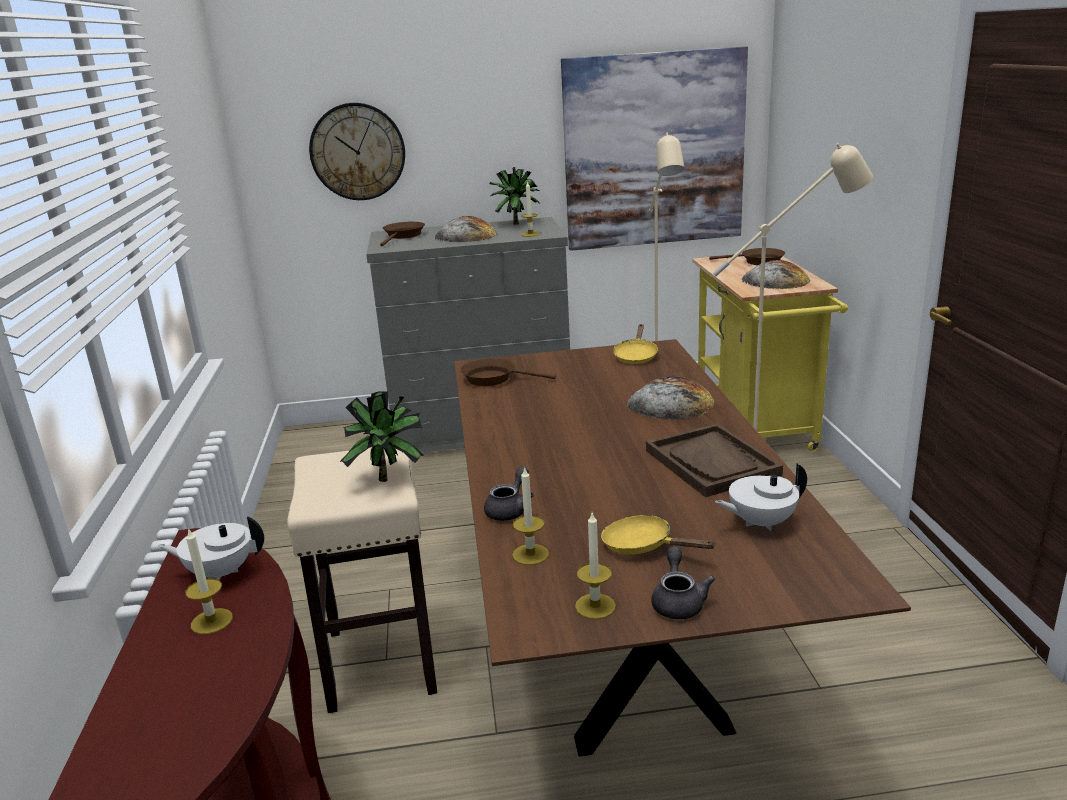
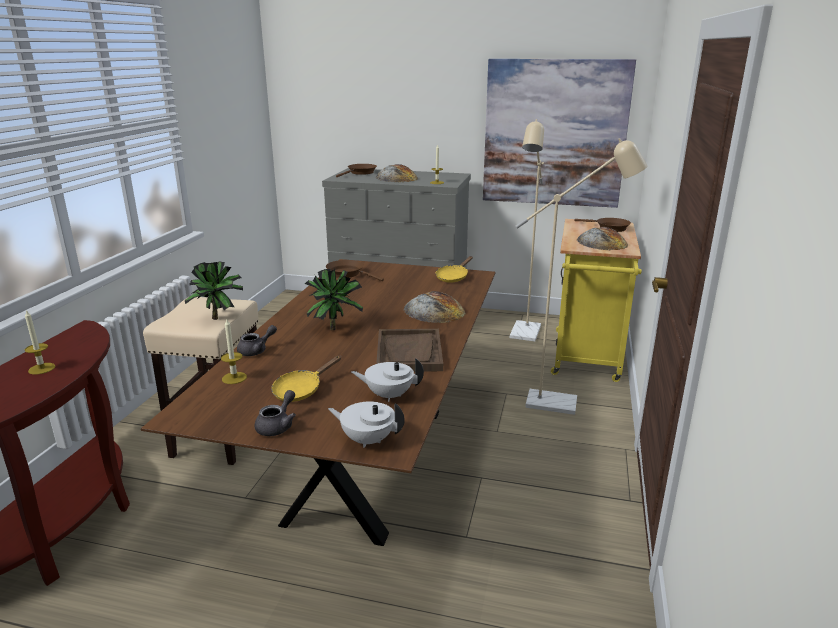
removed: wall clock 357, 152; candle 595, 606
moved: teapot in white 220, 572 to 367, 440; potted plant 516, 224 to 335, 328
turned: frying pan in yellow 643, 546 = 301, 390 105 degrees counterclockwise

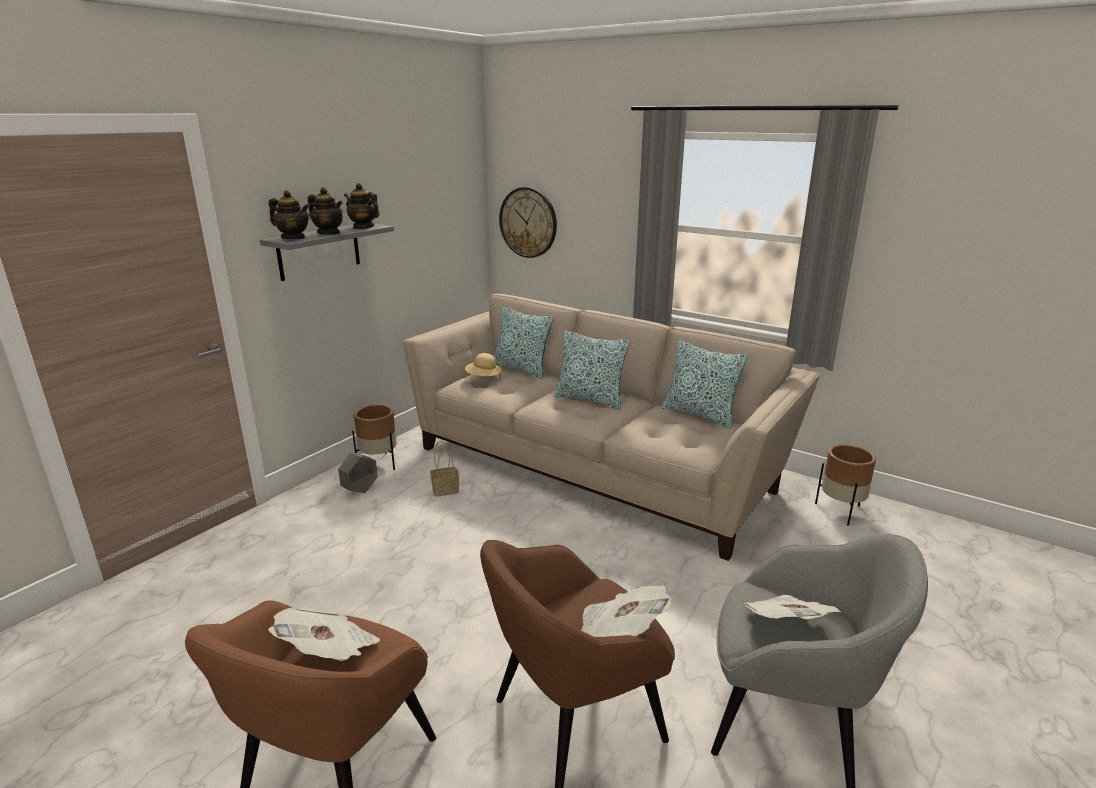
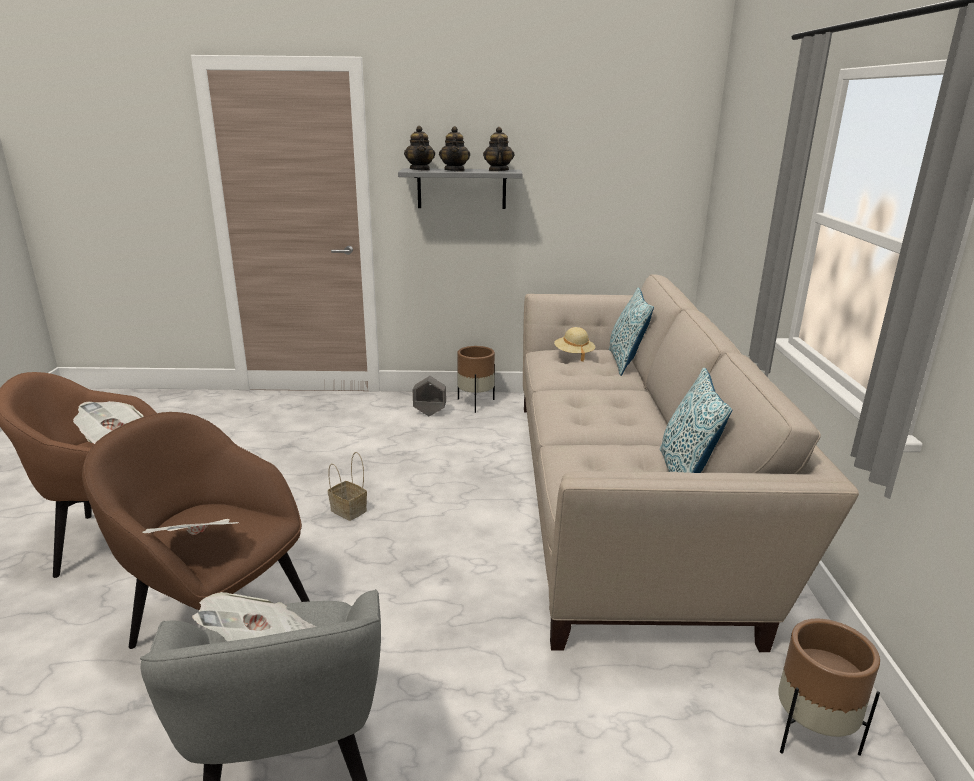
removed: wall clock 528, 222; pillow 590, 399
moved: basket 446, 489 to 350, 511

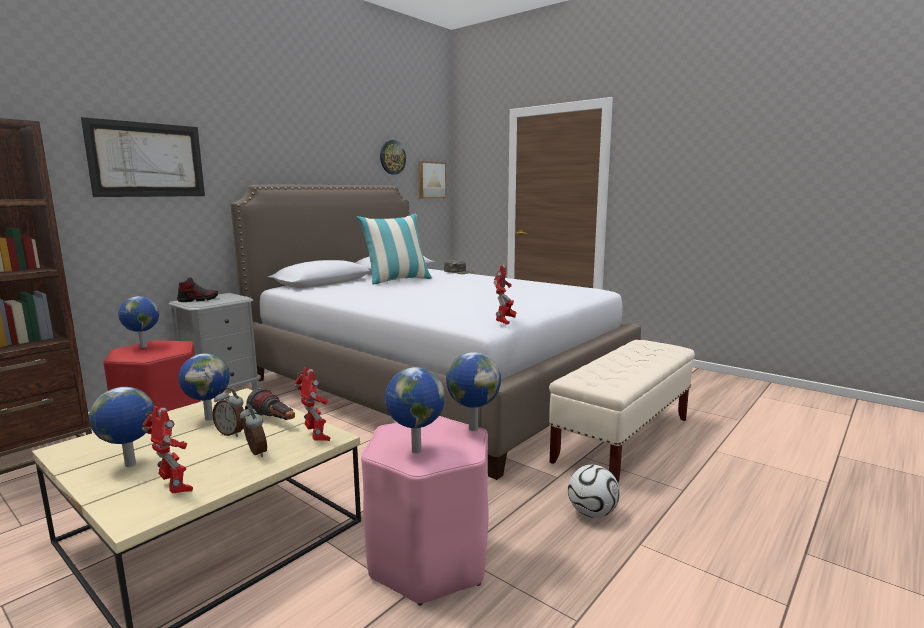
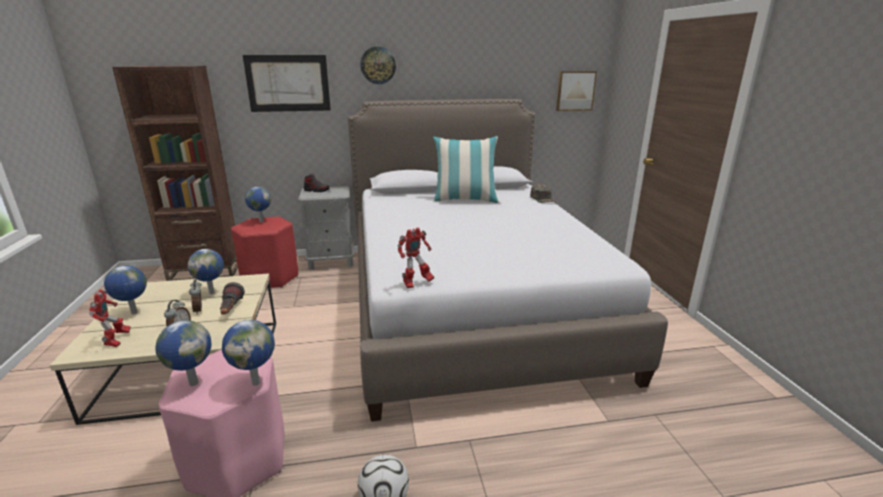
removed: toy robot 317, 438; bench in beige 623, 440
moved: wall clock 392, 157 to 378, 65

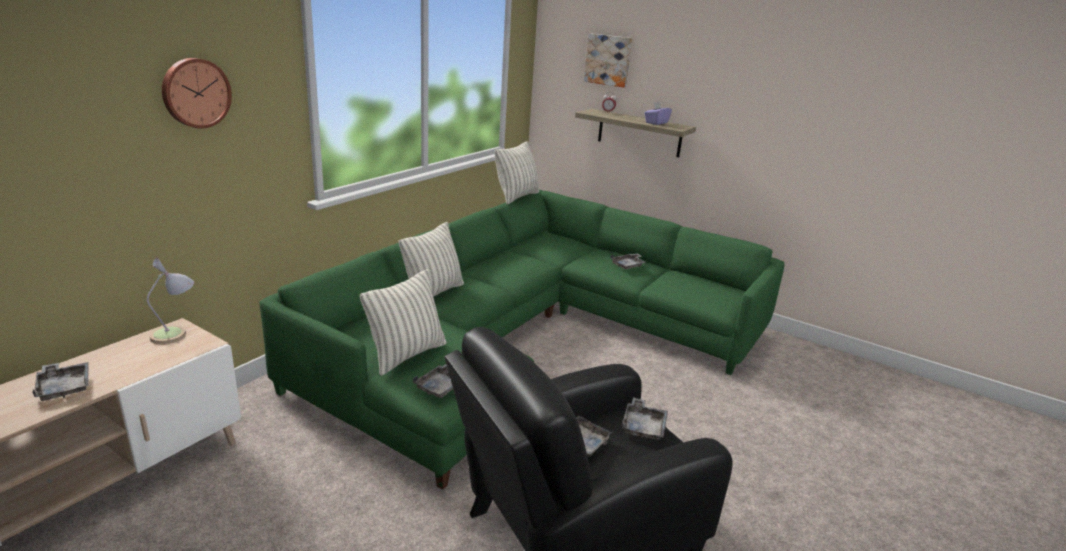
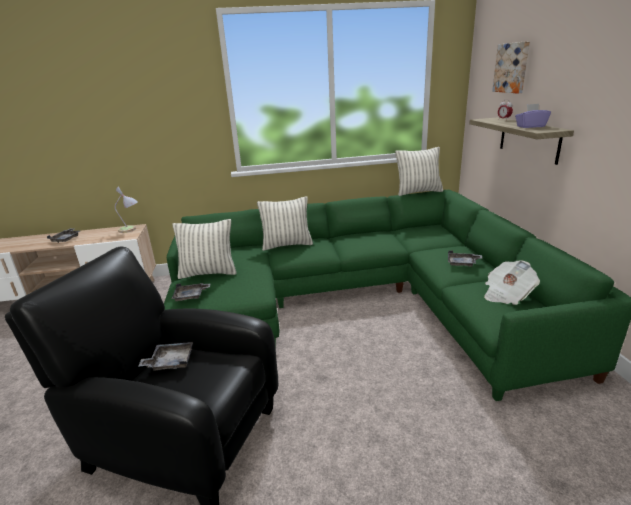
removed: wall clock 195, 93; tray in grey 643, 426
added: newspaper 507, 294

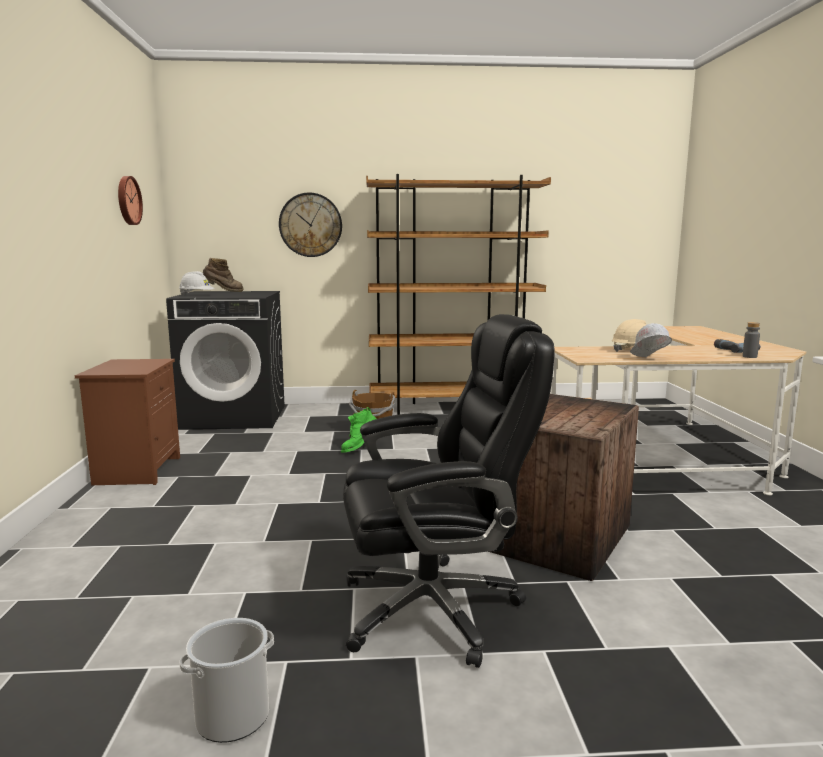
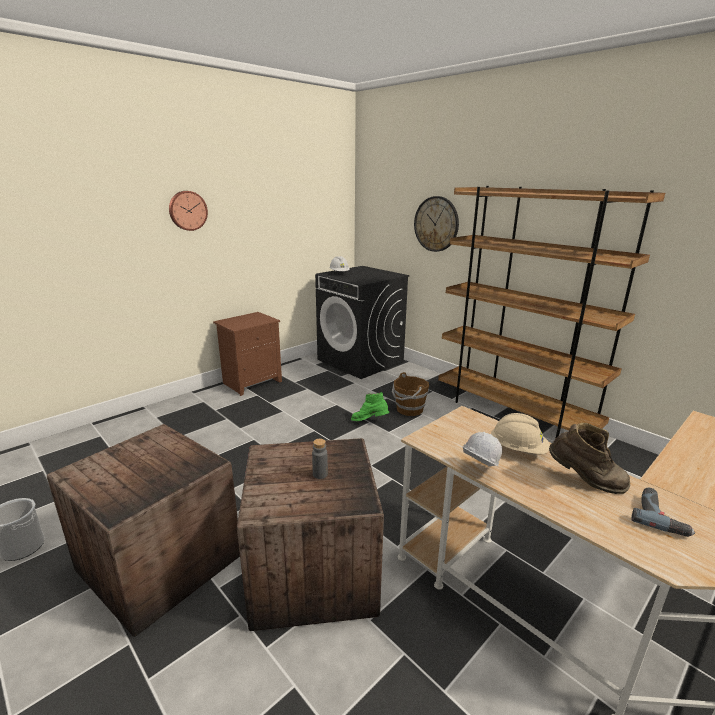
moved: wall clock 127, 200 to 187, 210; boot in brown 223, 292 to 585, 481; bottle in grey 749, 357 to 320, 474
replaced: office chair in black 434, 609 to crate 159, 565

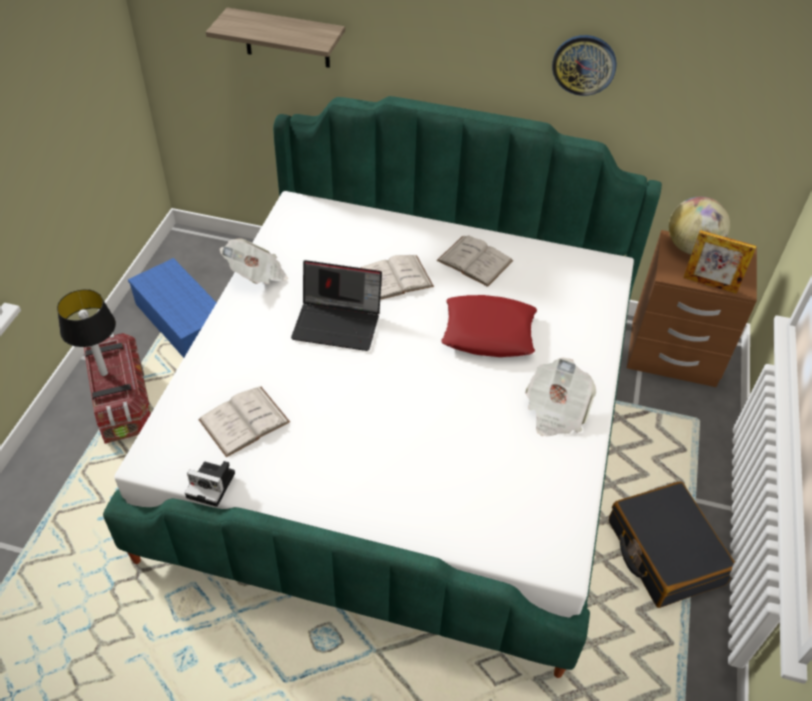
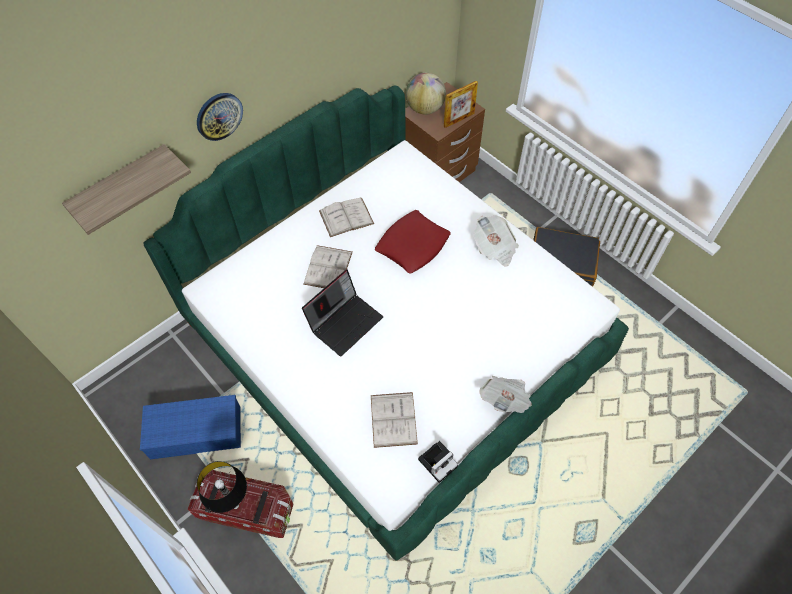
moved: newspaper 257, 275 to 505, 399; wall clock 584, 64 to 219, 116

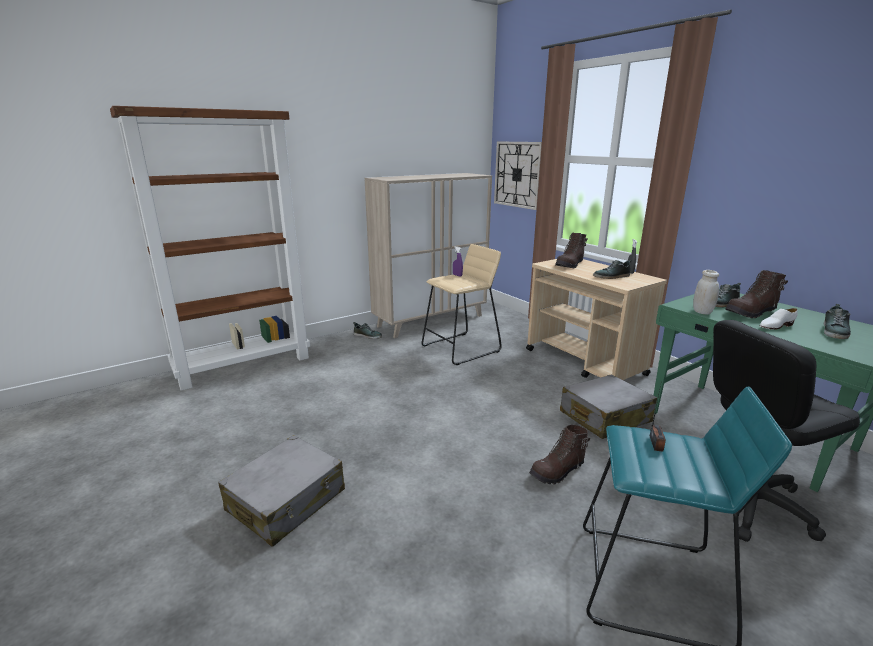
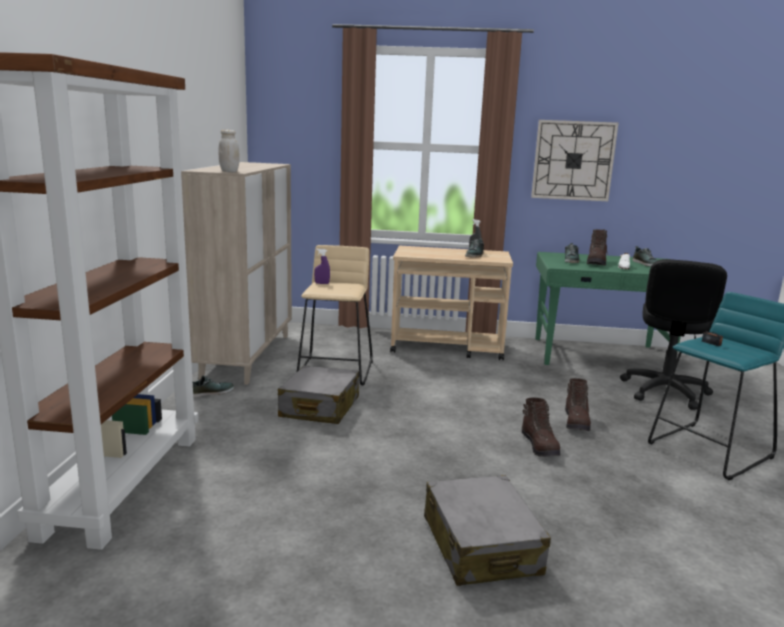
moved: wall clock 517, 174 to 573, 160; boot in brown 570, 265 to 540, 446; suitcase in grey 604, 417 to 319, 407; jar in white 702, 312 to 229, 171

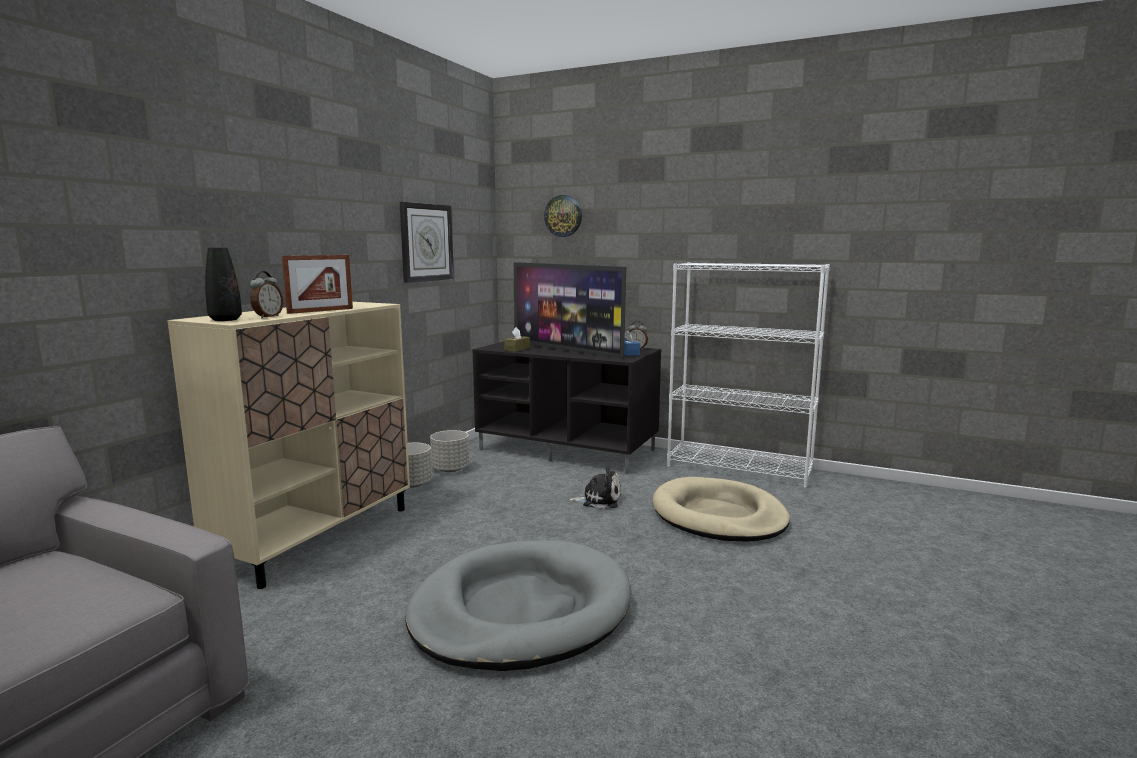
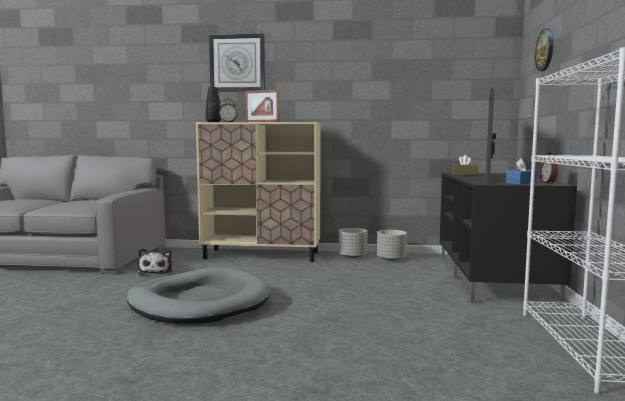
removed: dog bed in beige 718, 516
moved: wall clock 426, 242 to 237, 63; plush toy 599, 500 to 156, 271

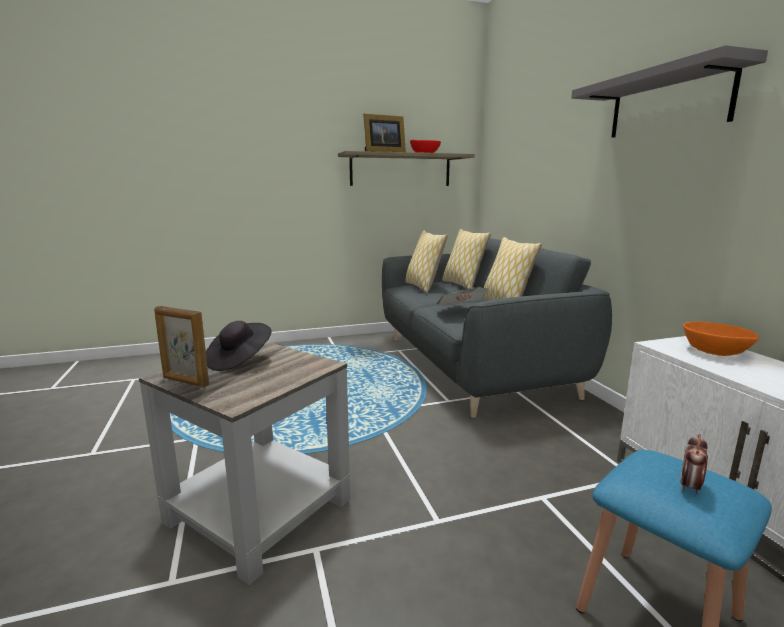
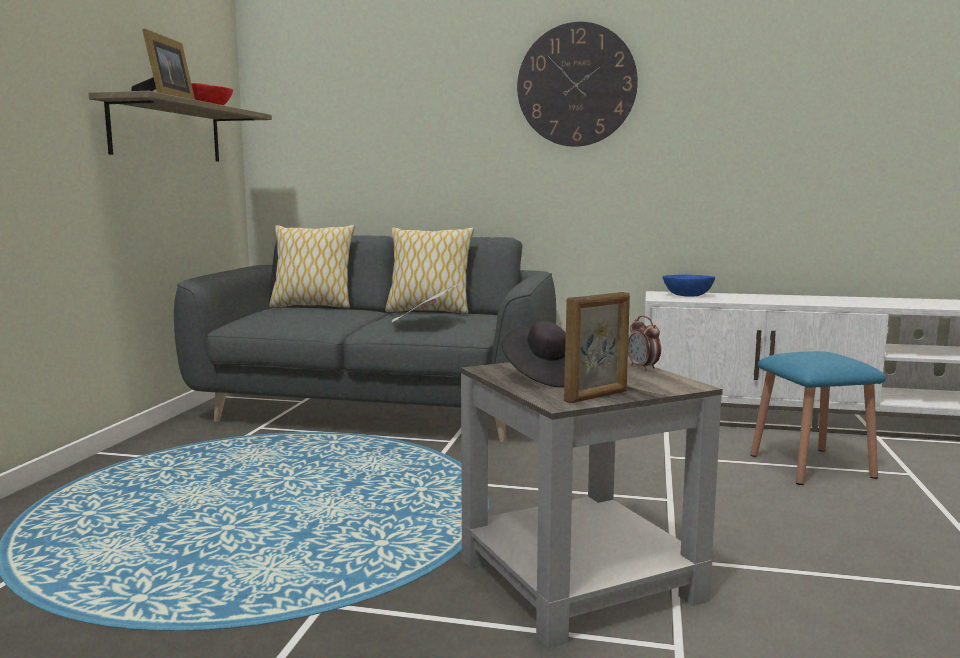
removed: pillow 423, 287
moved: alarm clock 690, 487 to 643, 368
replaced: shelf in grey 668, 103 to wall clock 576, 85
recoloured: bowl in orange 715, 351 to bowl in blue 687, 295

